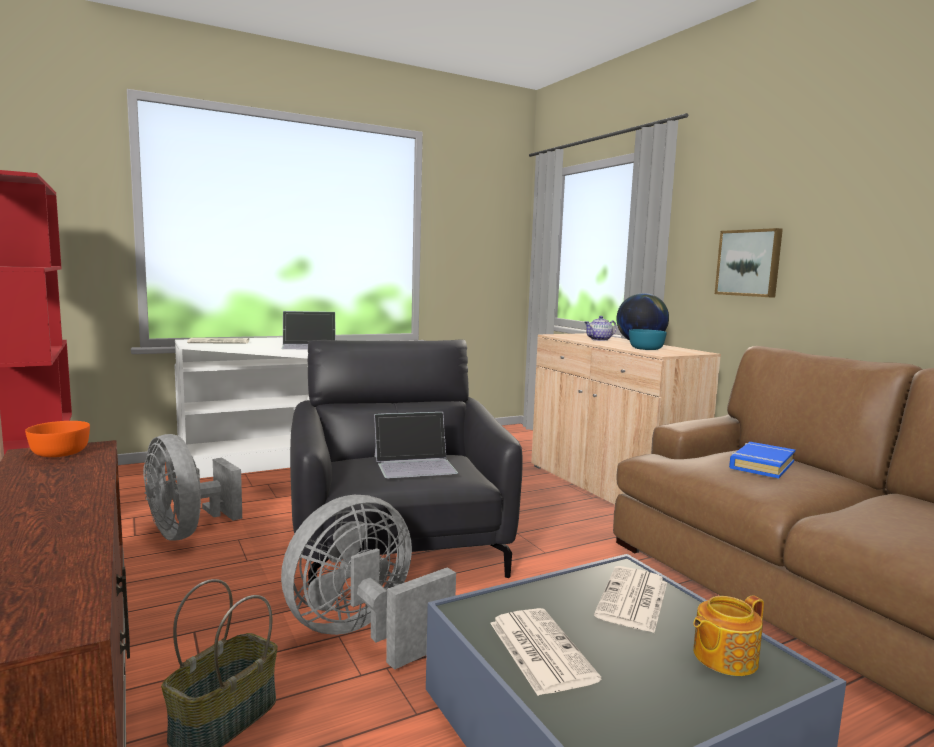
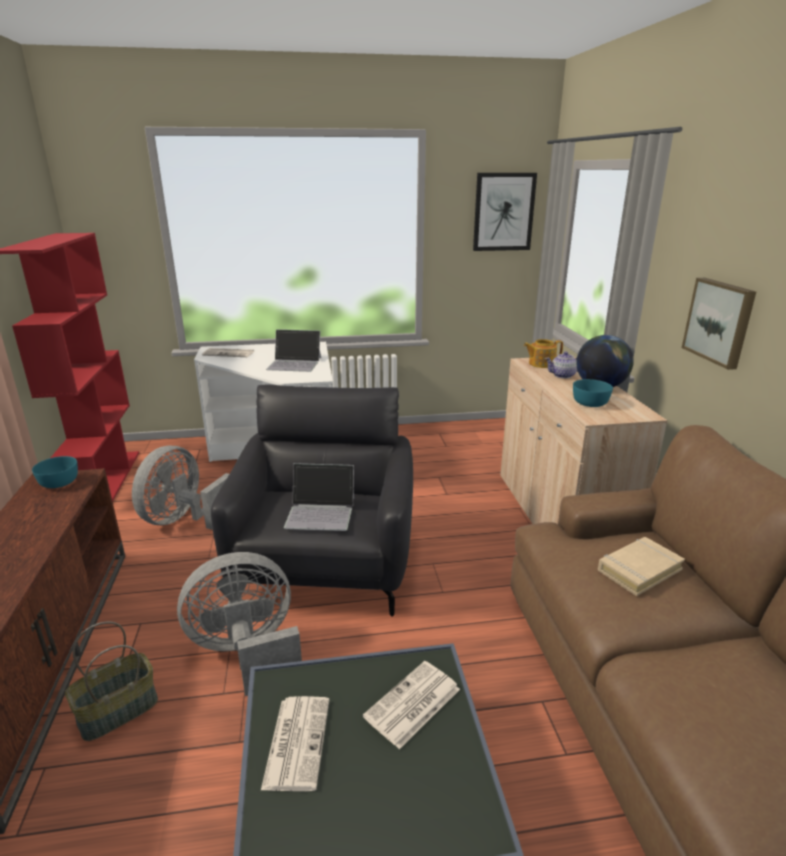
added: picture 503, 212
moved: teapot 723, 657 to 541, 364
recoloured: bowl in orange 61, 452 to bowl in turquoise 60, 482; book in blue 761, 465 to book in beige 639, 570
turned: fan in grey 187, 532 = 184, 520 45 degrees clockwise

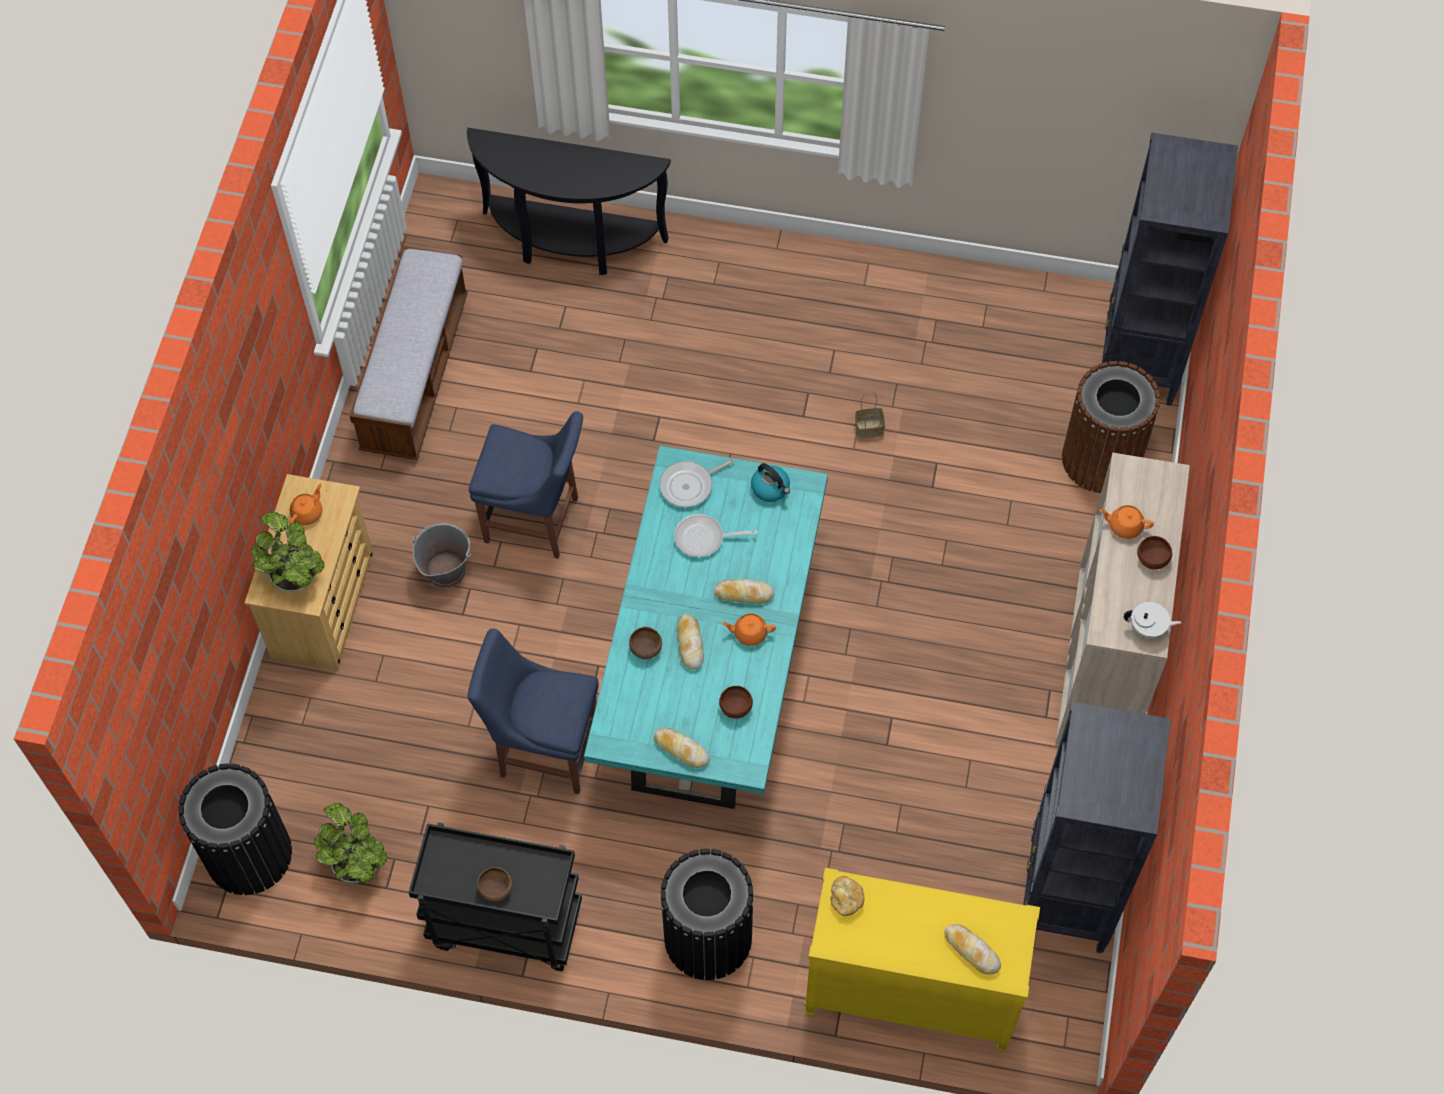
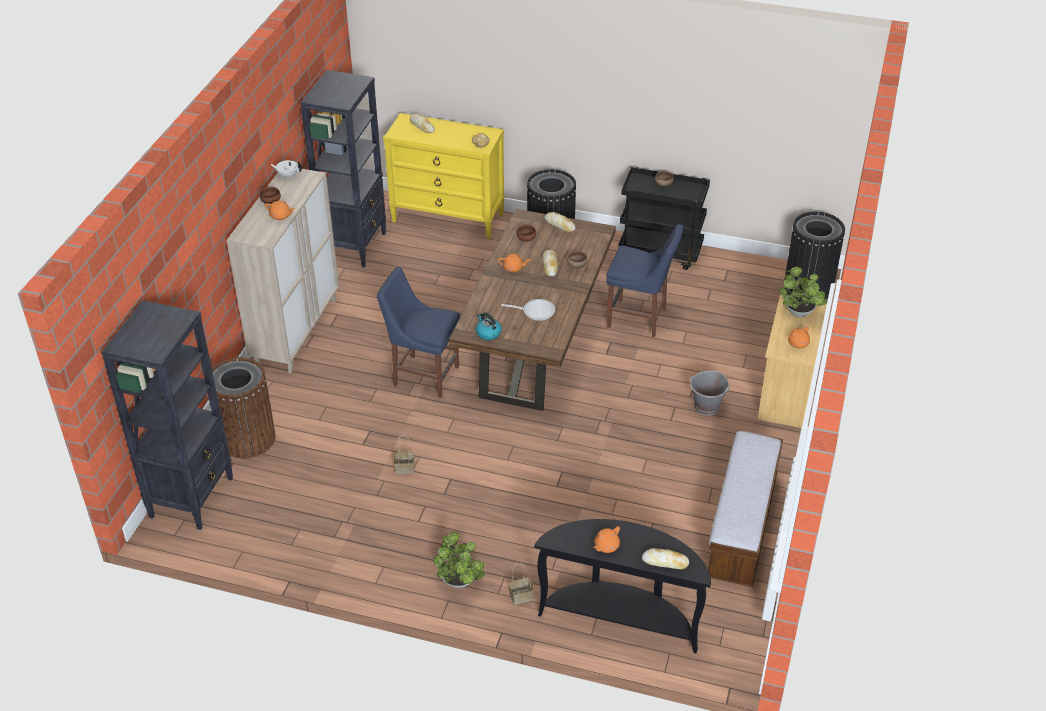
removed: frying pan 689, 485
added: basket 520, 597; teapot in orange 606, 546
moved: potted plant 355, 863 to 460, 583; chair in blue 536, 521 to 423, 375; bread 743, 594 to 665, 562
recoloured: dining table in turquoise 711, 673 to dining table in brown 535, 346

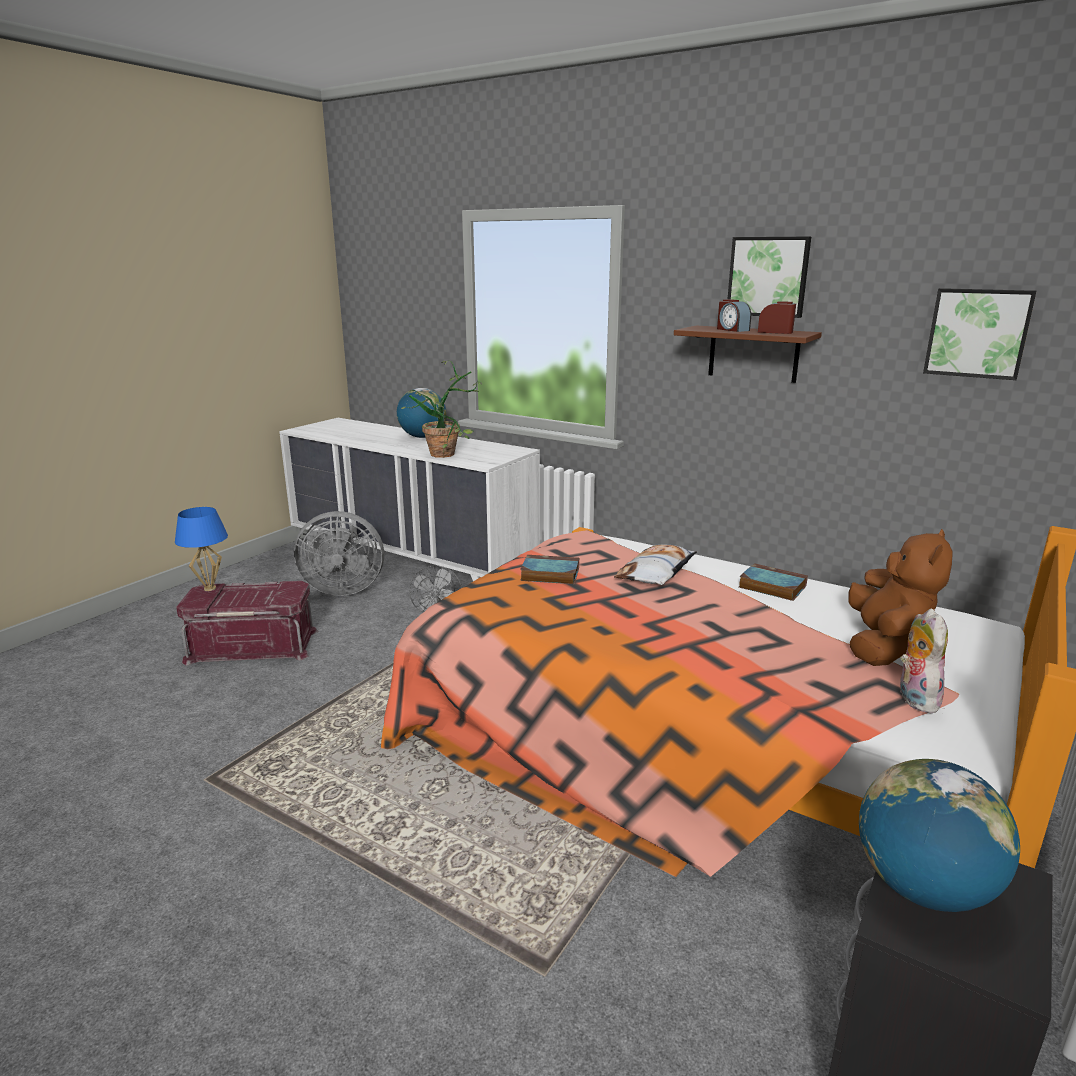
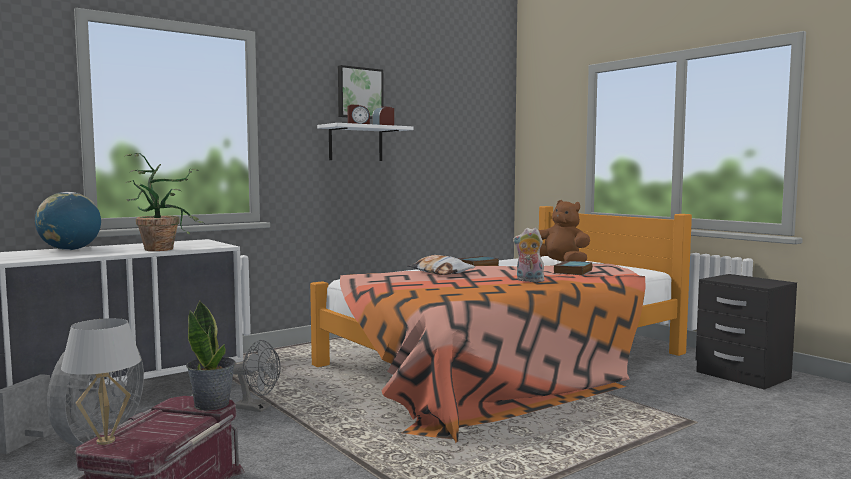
removed: globe 922, 887; picture 977, 333
added: potted plant 212, 404
moved: book 548, 574 to 573, 271; plush toy 914, 698 to 528, 281
recoloured: table lamp in blue 210, 588 to table lamp in white 106, 441; shelf in brown 753, 353 to shelf in white 355, 143

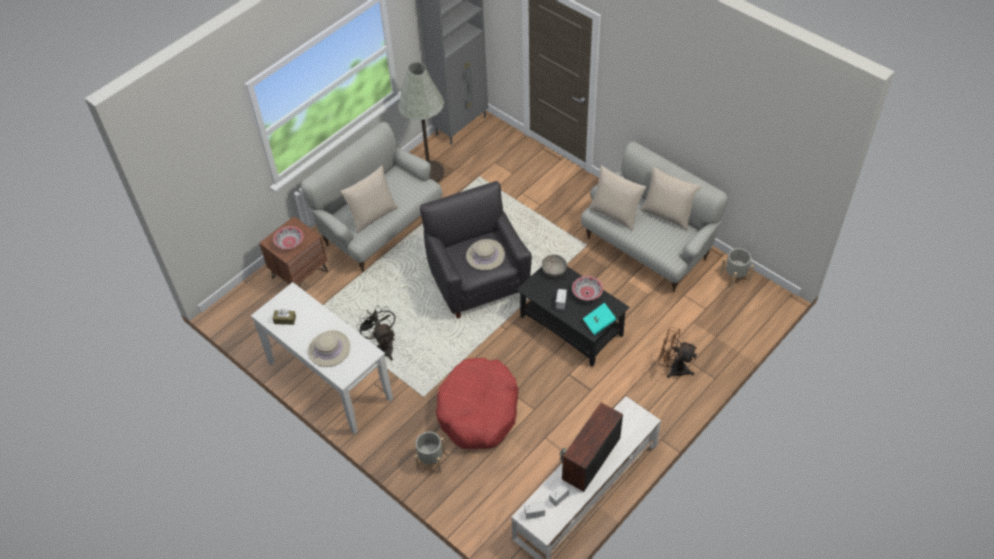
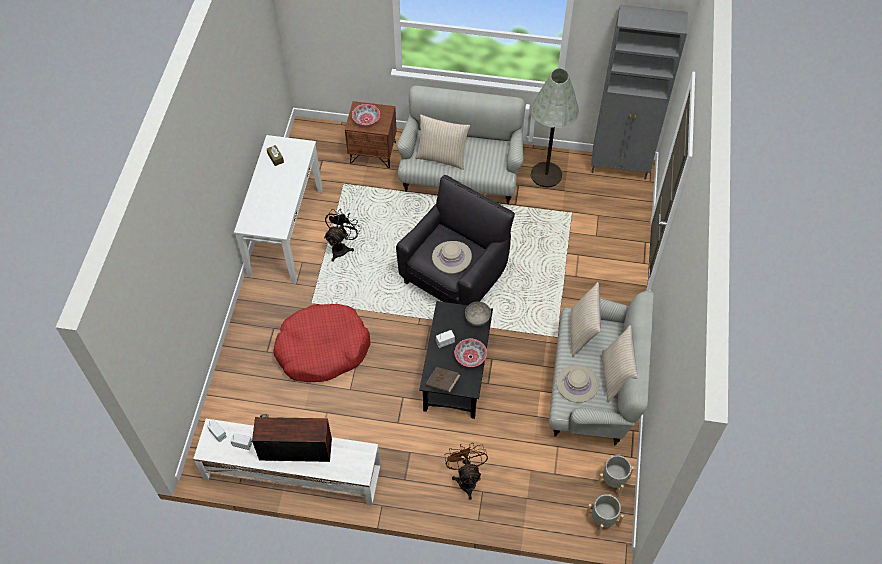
moved: hat in beige 329, 349 to 577, 384; planter in grey 431, 460 to 602, 520
recoloured: book in turquoise 599, 323 to book in brown 442, 383

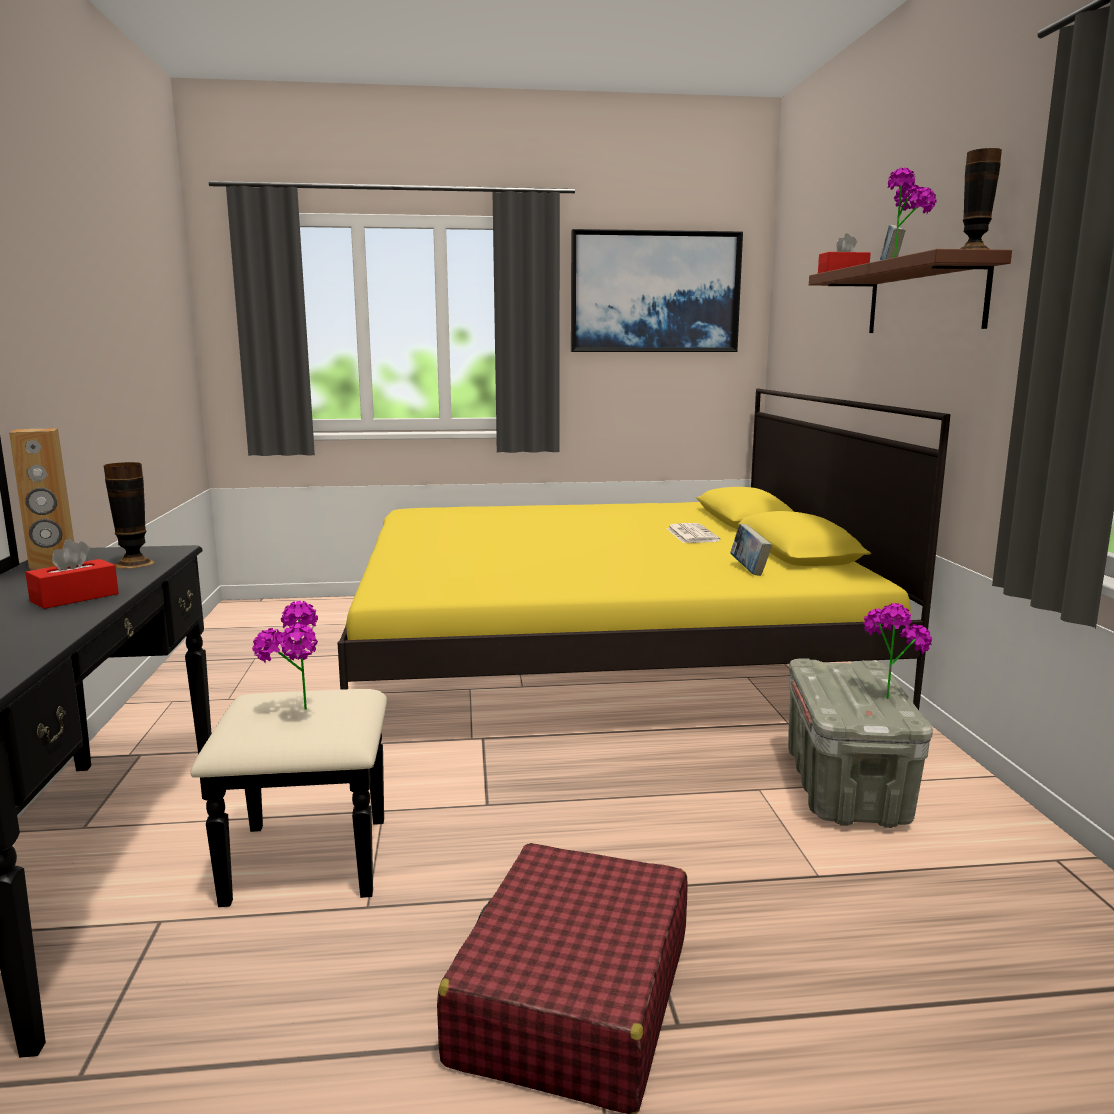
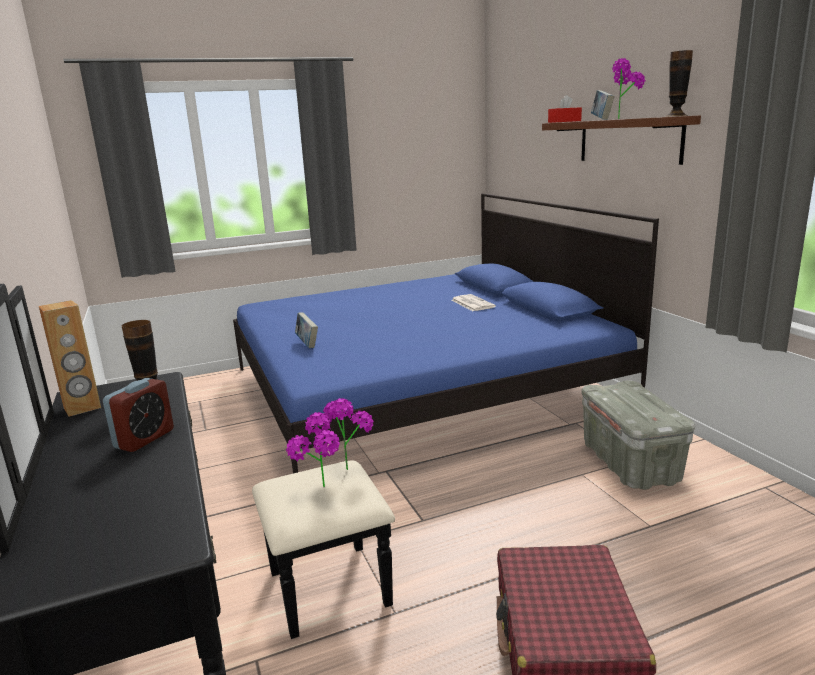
removed: picture 654, 292
moved: book 749, 570 to 307, 344; potted plant 888, 694 to 349, 464
replaced: tissue box in red 74, 597 to alarm clock 144, 439
recoloured: bed in yellow 600, 648 to bed in blue 418, 388

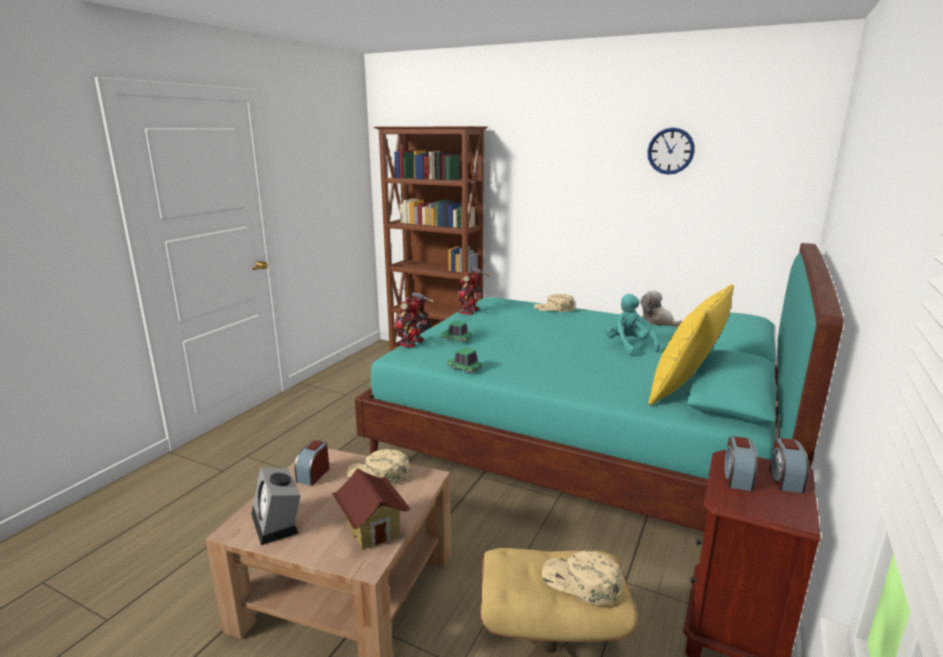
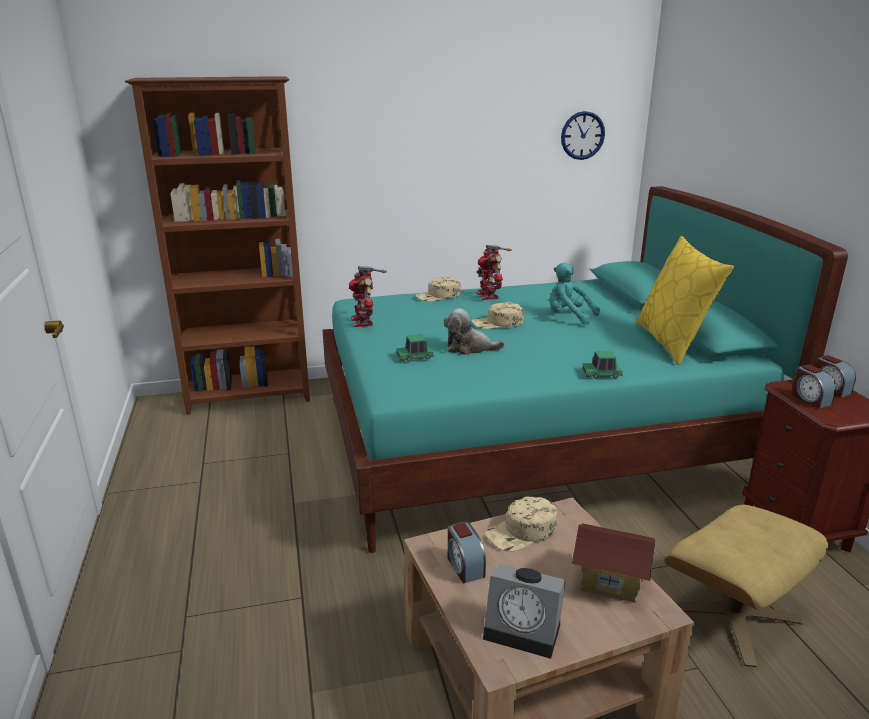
moved: toy robot 413, 343 to 489, 295; toy car 464, 368 to 601, 374; cap in beige 581, 582 to 498, 323; plush toy 657, 322 to 469, 348; wall clock 670, 151 to 582, 135

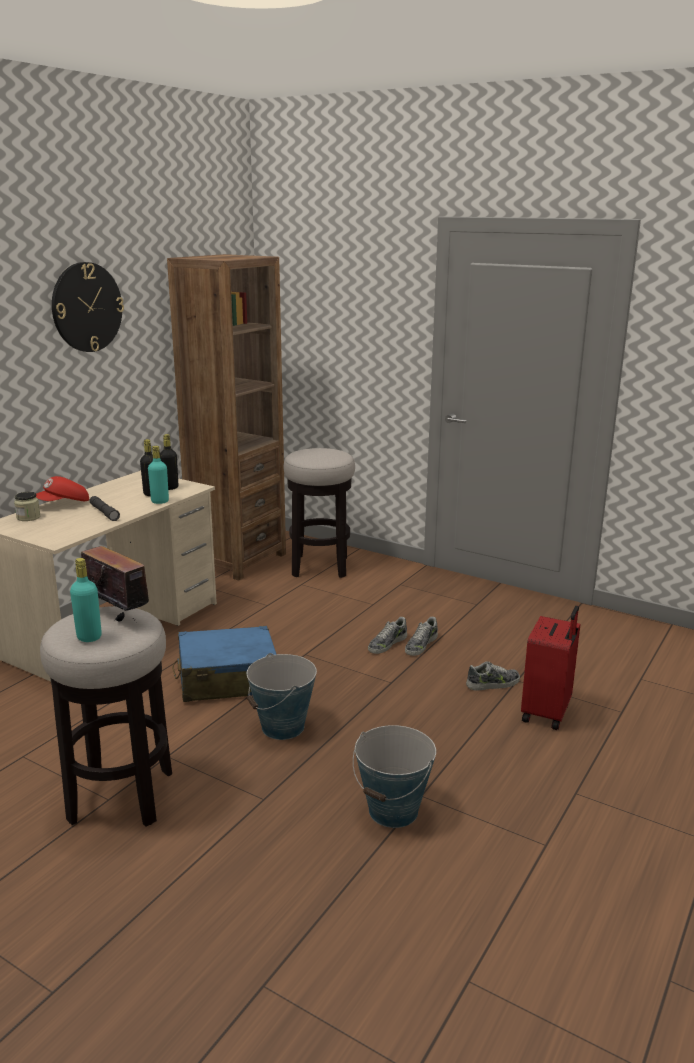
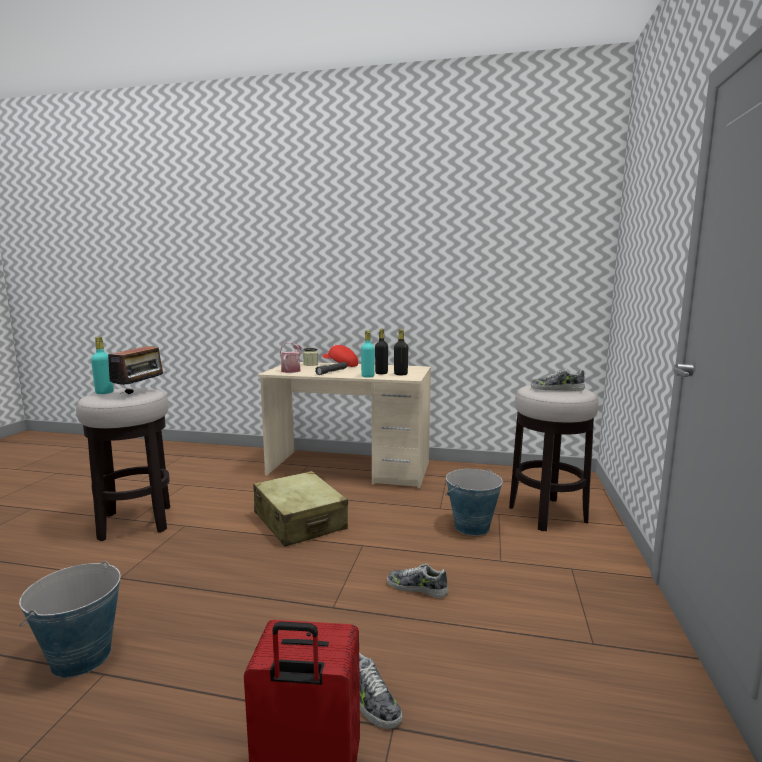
removed: wall clock 87, 307; bookcase in brown 237, 560
added: watering can 291, 370
moved: bucket 283, 727 to 471, 527; shoe 421, 645 to 557, 389
recoloured: suitcase in blue 227, 679 to suitcase in beige 300, 521

